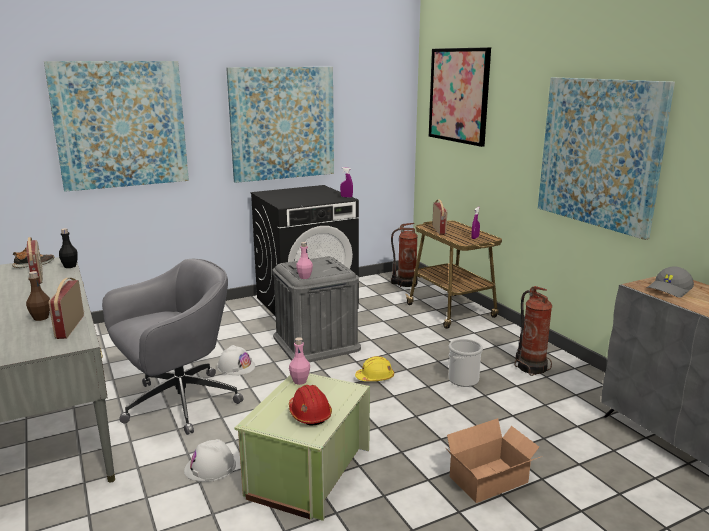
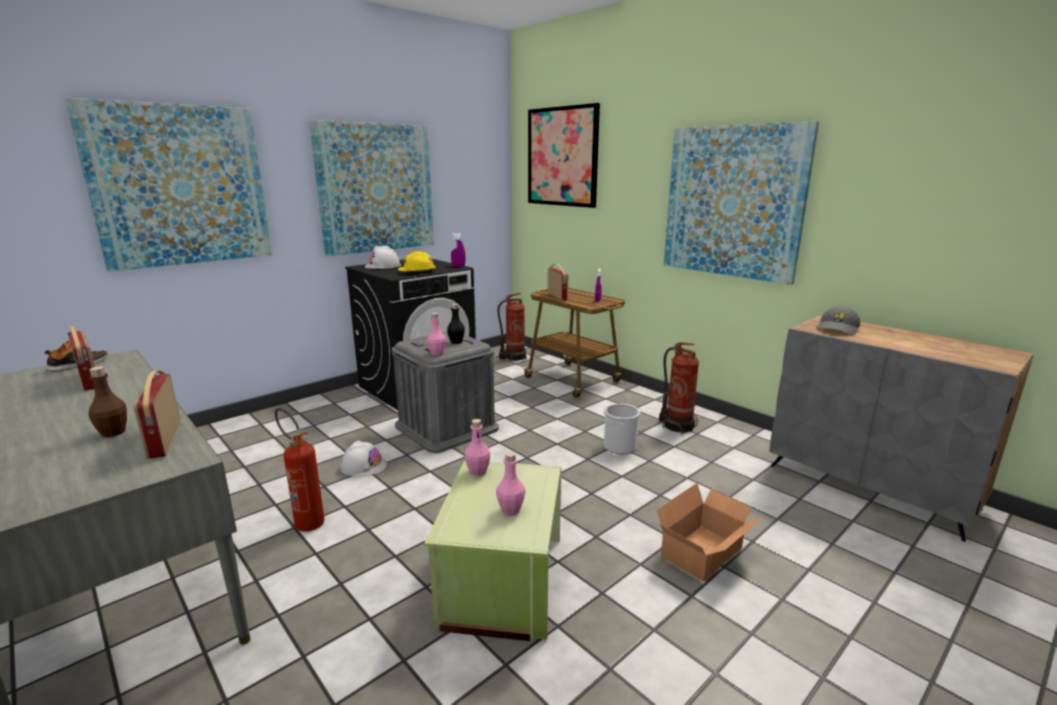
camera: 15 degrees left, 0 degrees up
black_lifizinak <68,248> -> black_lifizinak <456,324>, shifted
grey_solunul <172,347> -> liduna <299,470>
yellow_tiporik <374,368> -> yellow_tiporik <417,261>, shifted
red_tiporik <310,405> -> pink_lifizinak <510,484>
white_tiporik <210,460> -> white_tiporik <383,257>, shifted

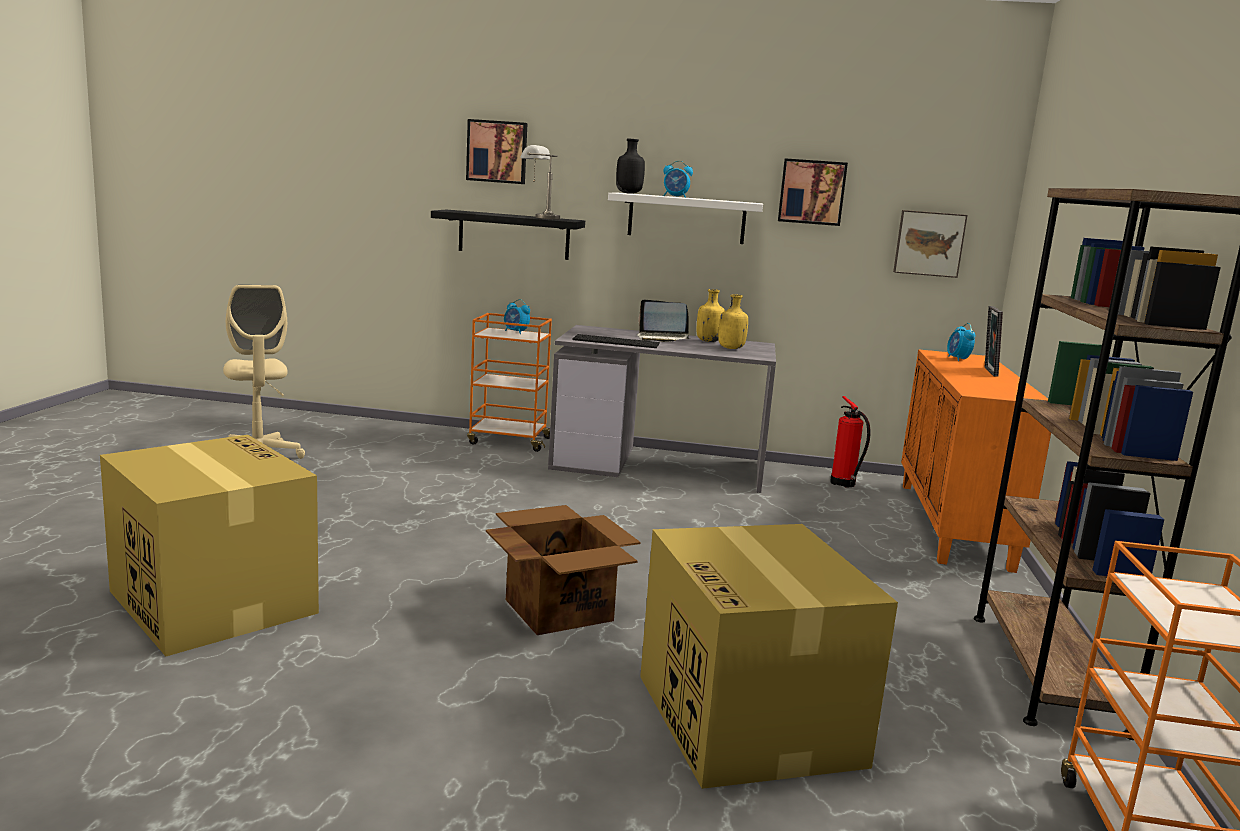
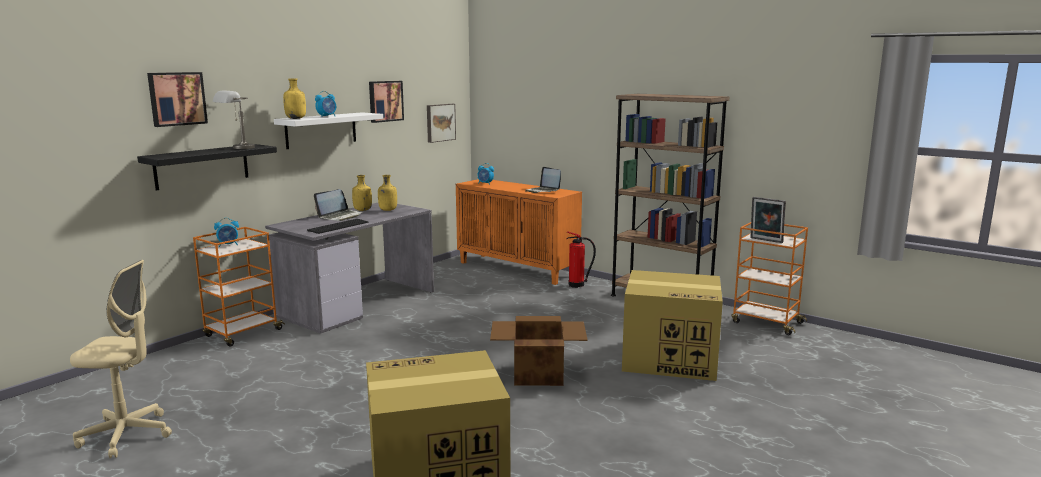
camera: 60 degrees left, 0 degrees up
black_lifizinak <630,166> -> yellow_lifizinak <294,98>
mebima <994,341> -> mebima <768,220>, shifted
liduna <850,441> -> liduna <581,259>, shifted
none -> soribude <543,180>

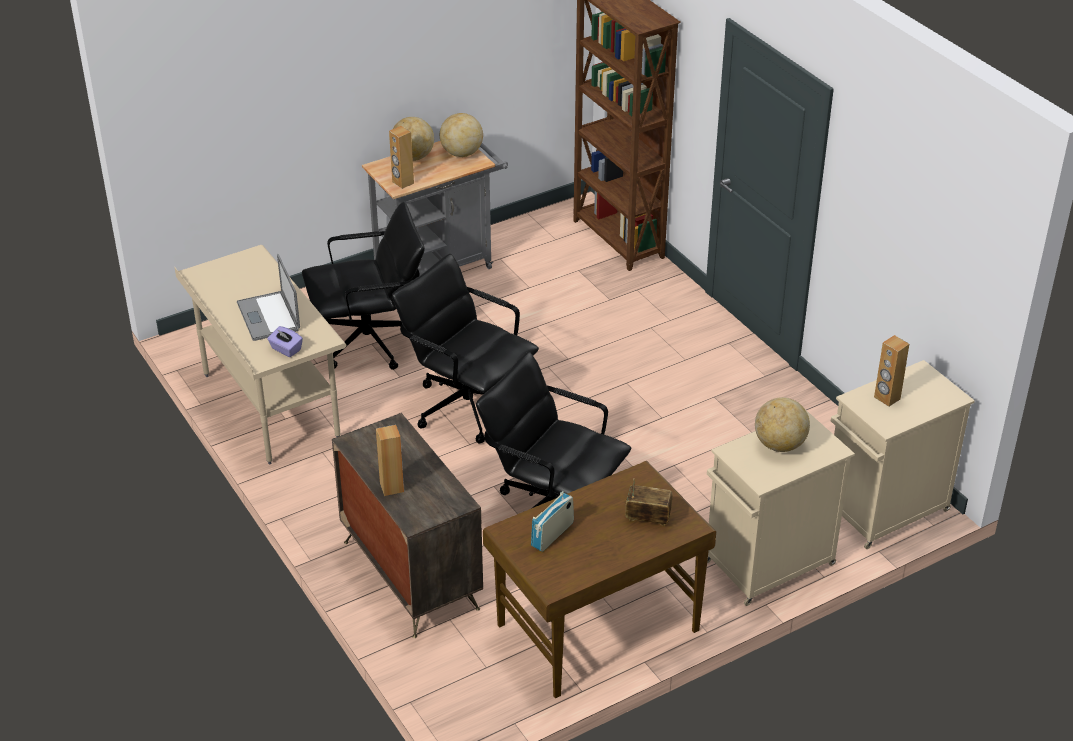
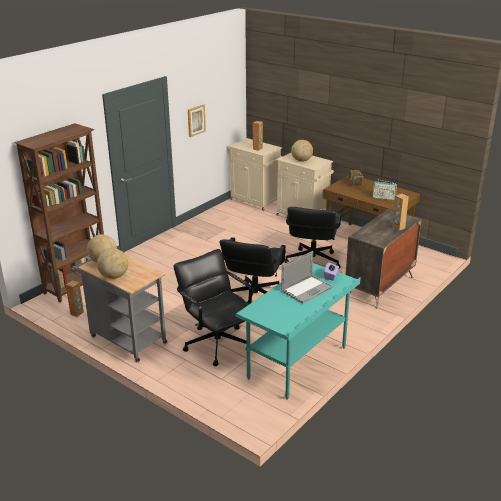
camera: 110 degrees left, 10 degrees down
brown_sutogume <401,157> -> brown_sutogume <75,298>, shifted
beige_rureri <260,354> -> turquoise_rureri <298,331>
none -> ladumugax <197,120>

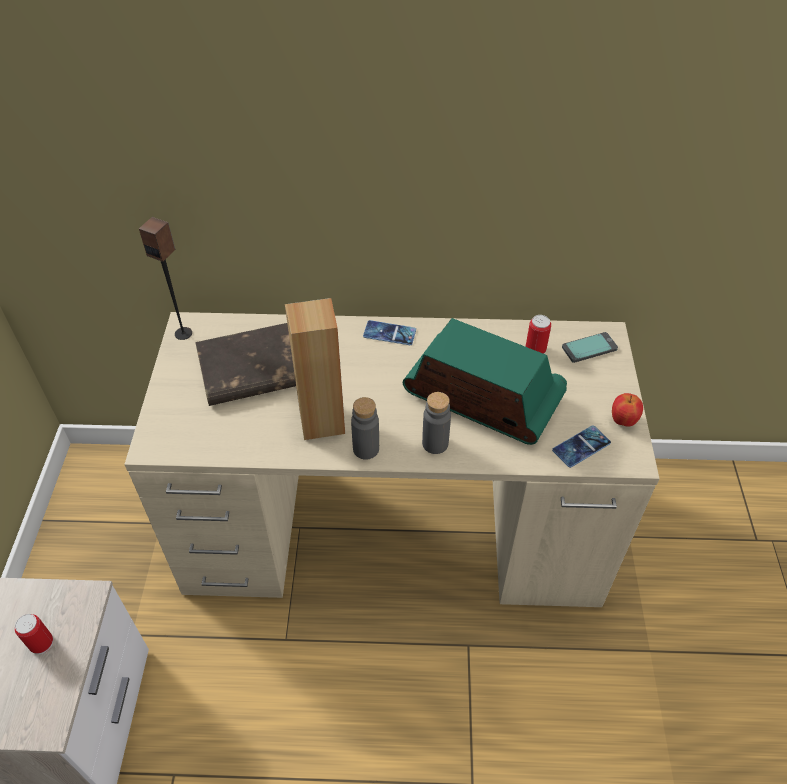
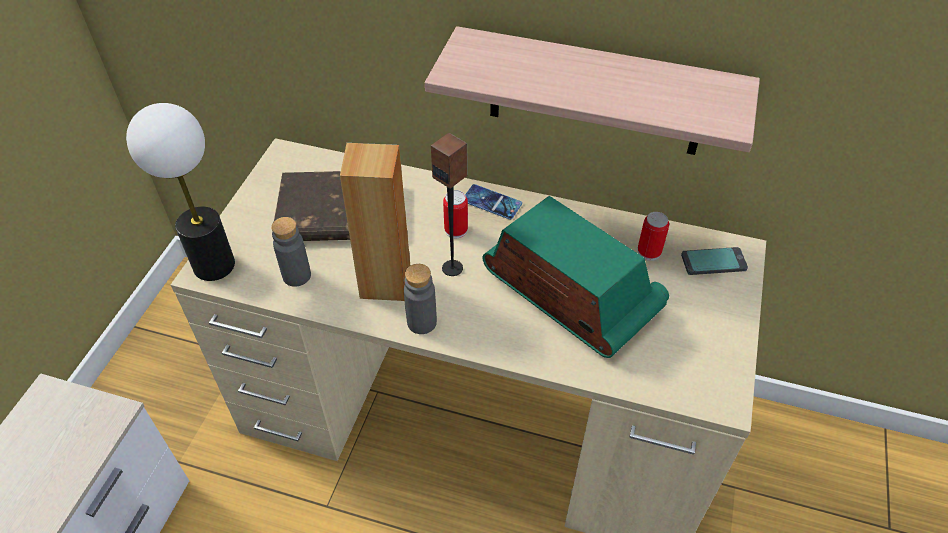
camera: 15 degrees right, 0 degrees up
sutogume <165,278> -> sutogume <449,204>, shifted
grey_lifizinak <436,423> -> grey_lifizinak <291,252>, shifted
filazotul <627,409> -> none
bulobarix <581,446> -> none
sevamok <34,634> -> sevamok <455,214>, shifted
none -> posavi <592,90>
none -> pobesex <180,192>

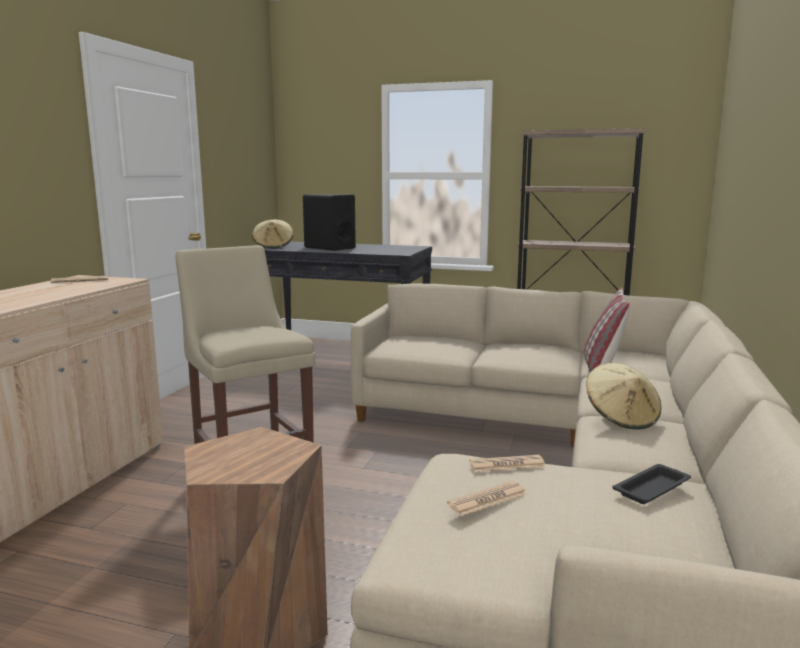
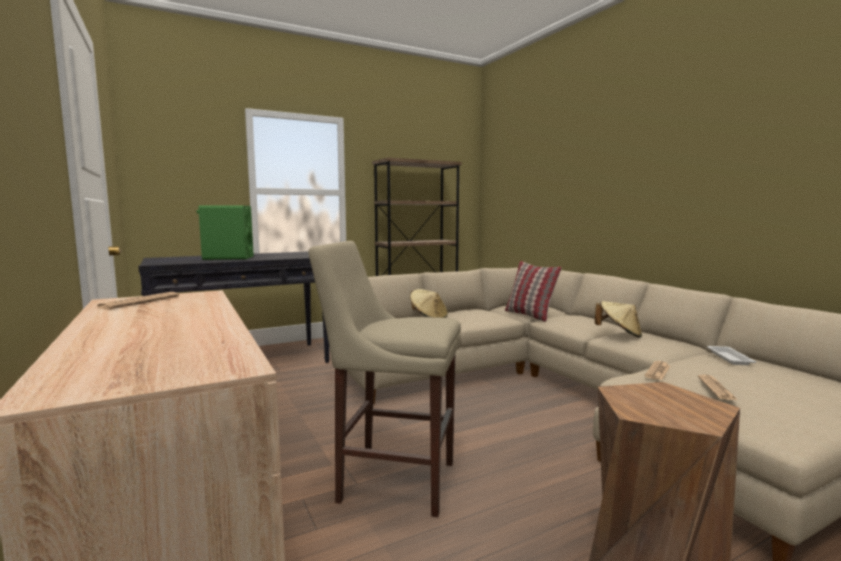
camera: 45 degrees left, 5 degrees down
black_sutogume <329,222> -> green_sutogume <225,232>
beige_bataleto <273,234> -> beige_bataleto <429,303>, shifted
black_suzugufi <652,484> -> white_suzugufi <731,355>

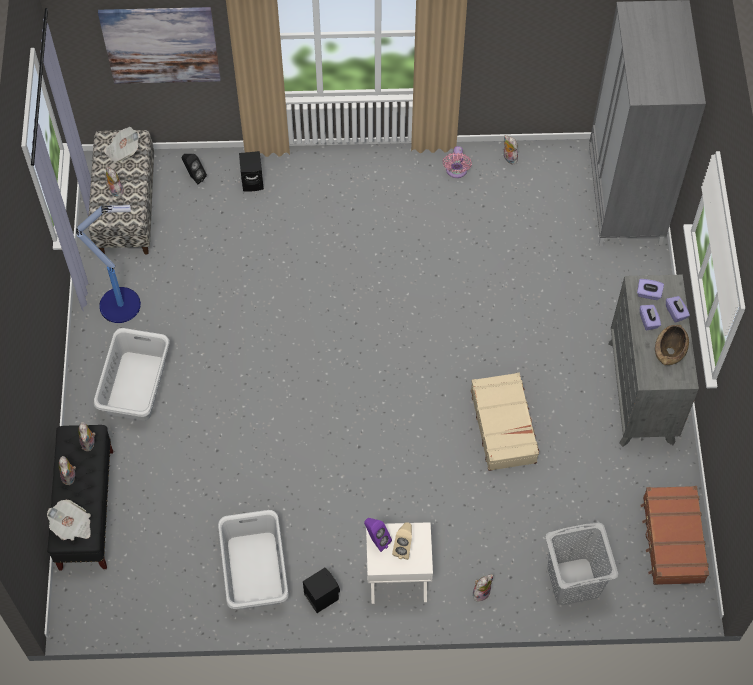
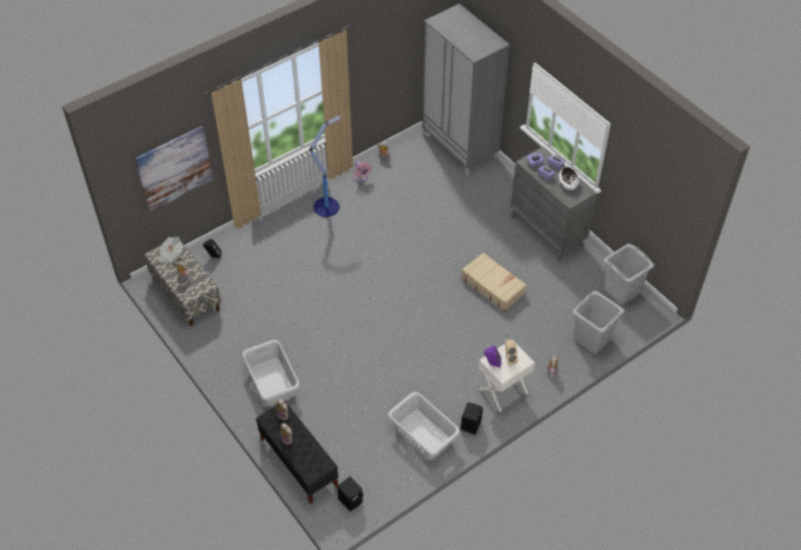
camera: 35 degrees left, 10 degrees down
black_sutogume <251,171> -> black_sutogume <350,494>, shifted
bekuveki <108,264> -> bekuveki <325,166>, shifted
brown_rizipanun <672,345> -> white_rizipanun <569,178>
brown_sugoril <675,535> -> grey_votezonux <629,274>
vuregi <69,520> -> none

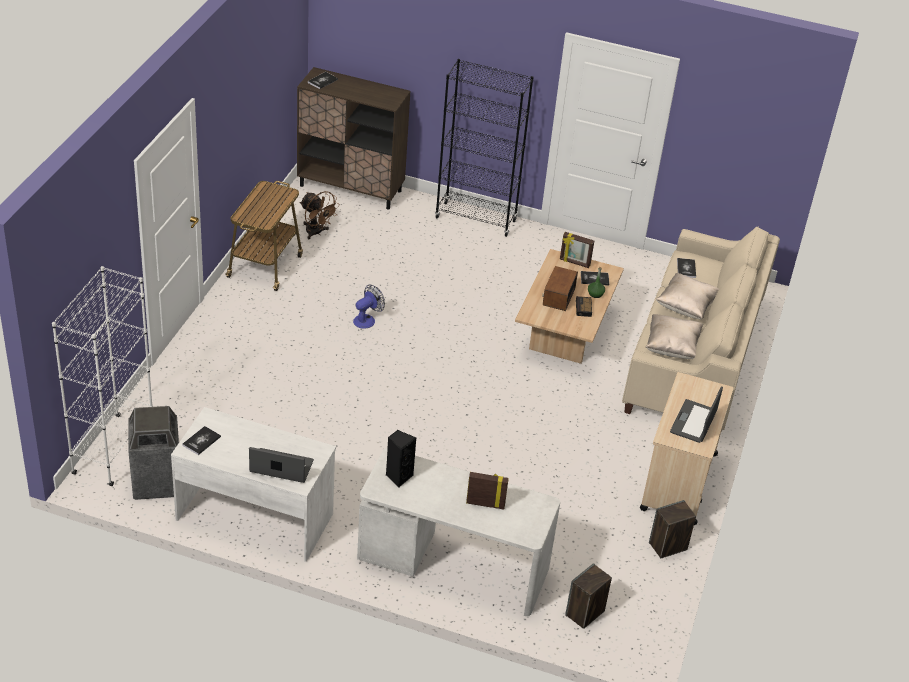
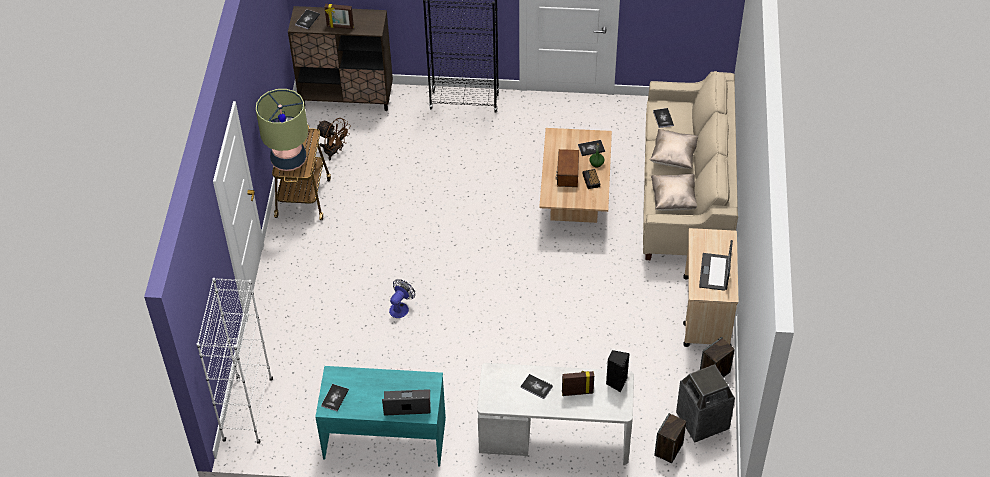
camera: 10 degrees left, 10 degrees up
mebima <577,250> -> mebima <339,16>, shifted
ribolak <369,307> -> ribolak <402,298>, shifted
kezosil <153,453> -> kezosil <705,403>, shifted
white_rureri <253,484> -> turquoise_rureri <380,416>
black_sutogume <401,458> -> black_sutogume <618,371>, shifted
none -> pobesex <282,130>
none -> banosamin <536,386>

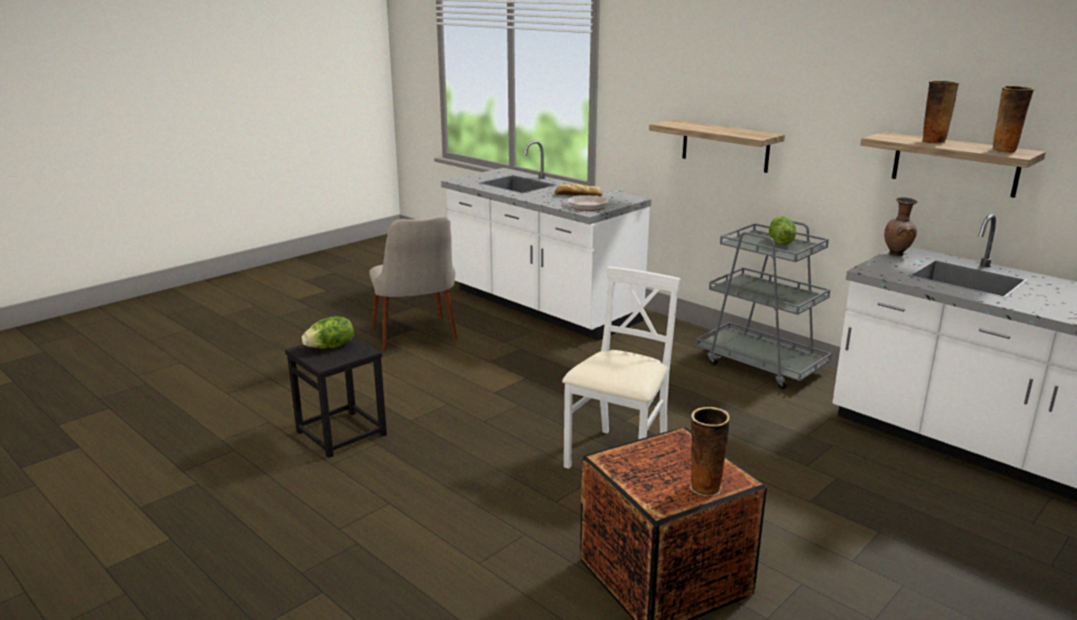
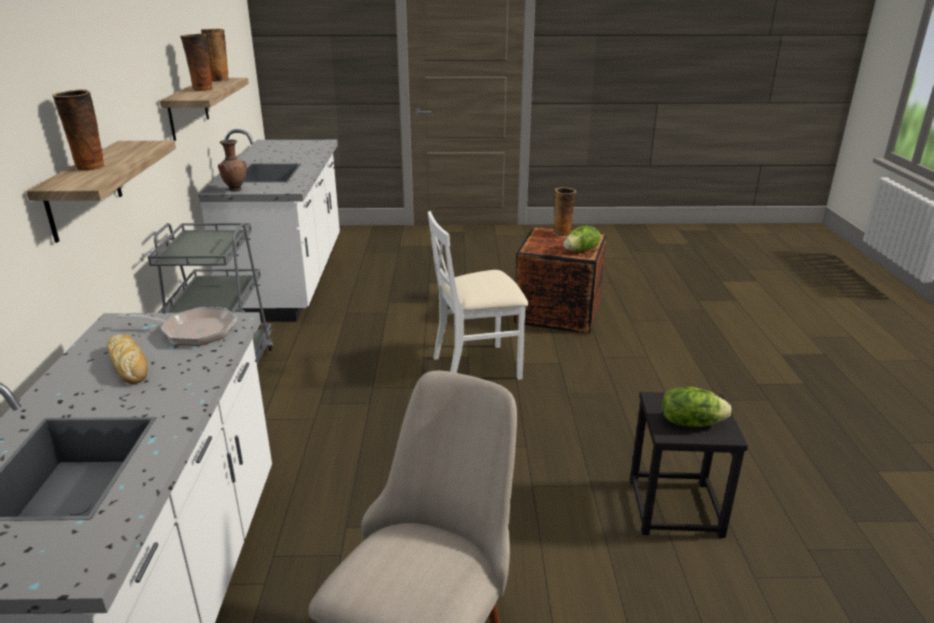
camera: 135 degrees left, 5 degrees up
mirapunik <782,231> -> mirapunik <582,238>, shifted
none -> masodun <79,130>

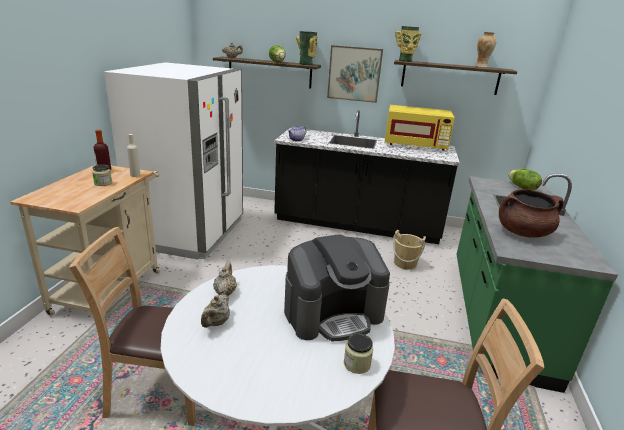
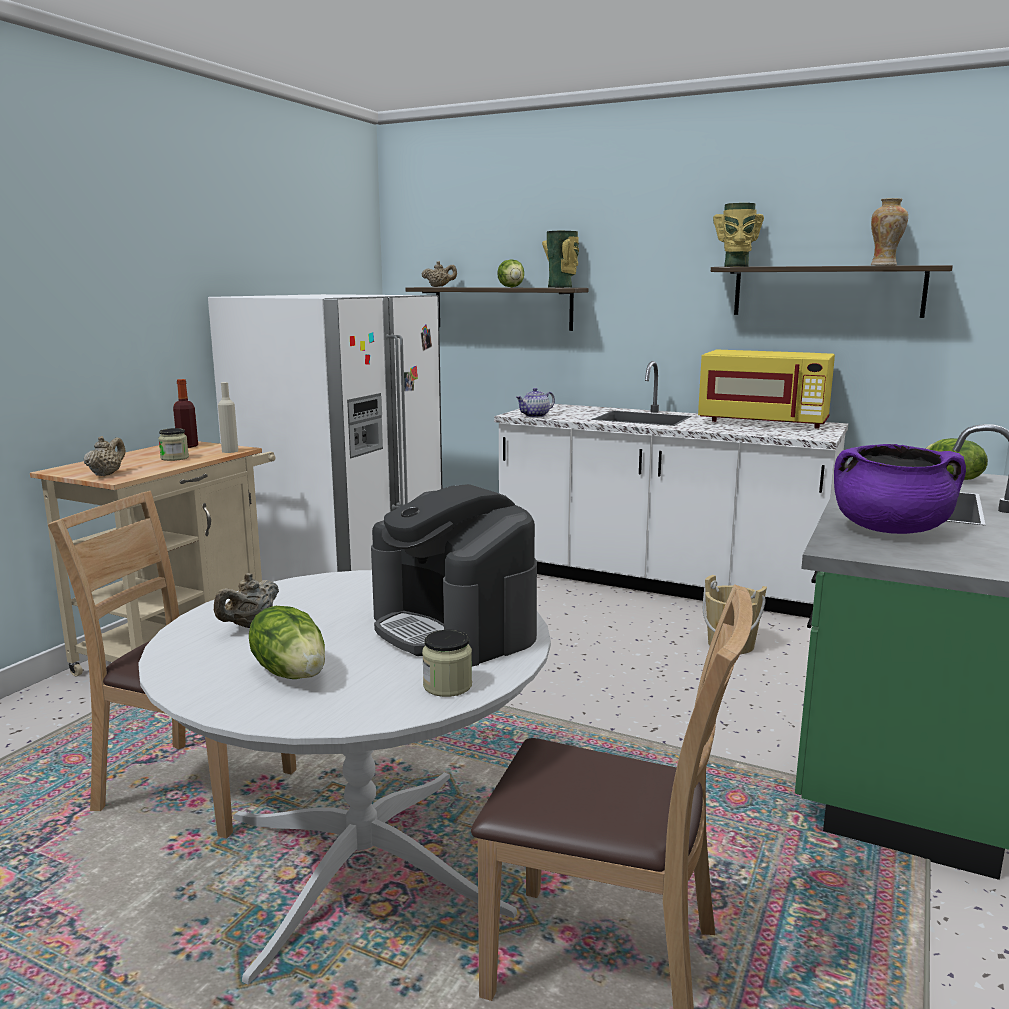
camera: 15 degrees right, 10 degrees down
ladumugax <355,74> -> none
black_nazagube <367,177> -> white_nazagube <671,489>
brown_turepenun <531,213> -> purple_turepenun <900,489>
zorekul <337,287> -> zorekul <454,575>, 60 degrees clockwise
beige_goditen <225,279> -> beige_goditen <104,456>, shifted
none -> mirapunik <287,642>

